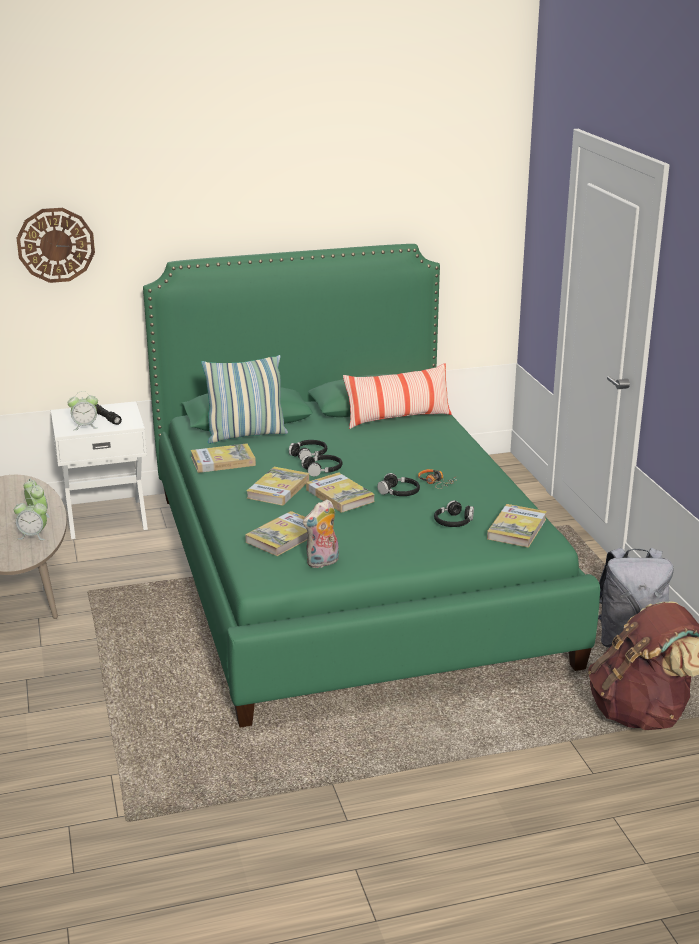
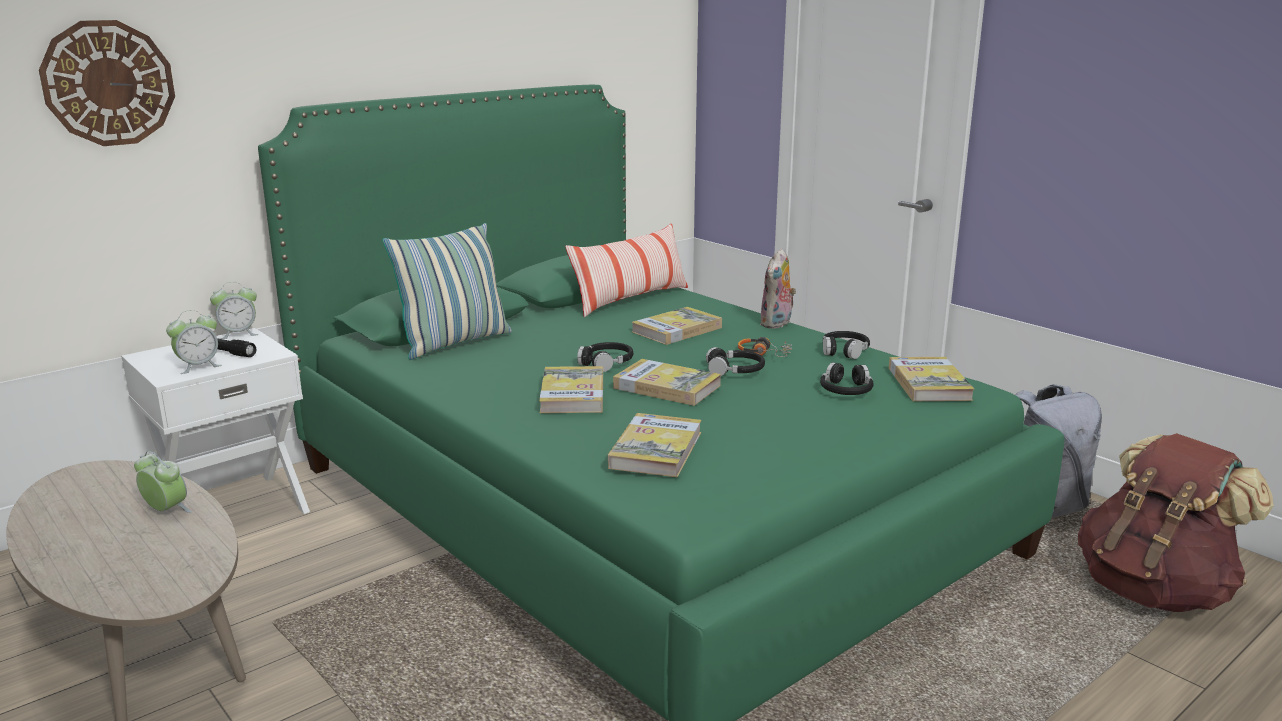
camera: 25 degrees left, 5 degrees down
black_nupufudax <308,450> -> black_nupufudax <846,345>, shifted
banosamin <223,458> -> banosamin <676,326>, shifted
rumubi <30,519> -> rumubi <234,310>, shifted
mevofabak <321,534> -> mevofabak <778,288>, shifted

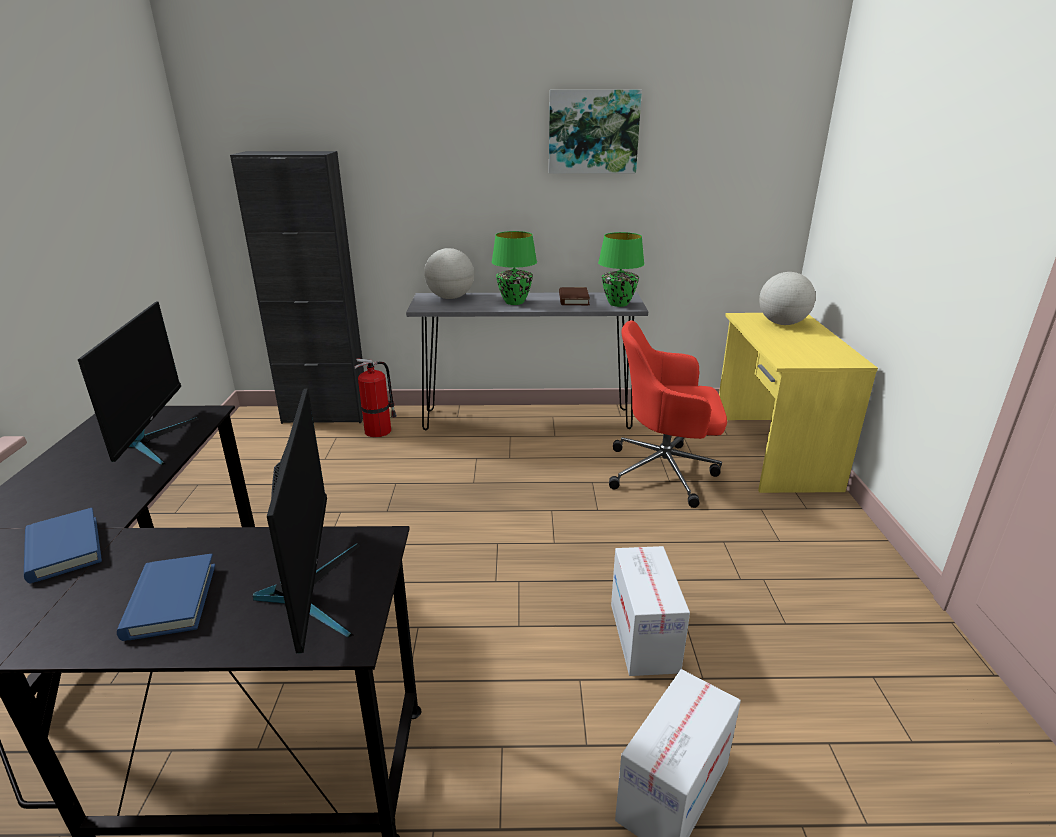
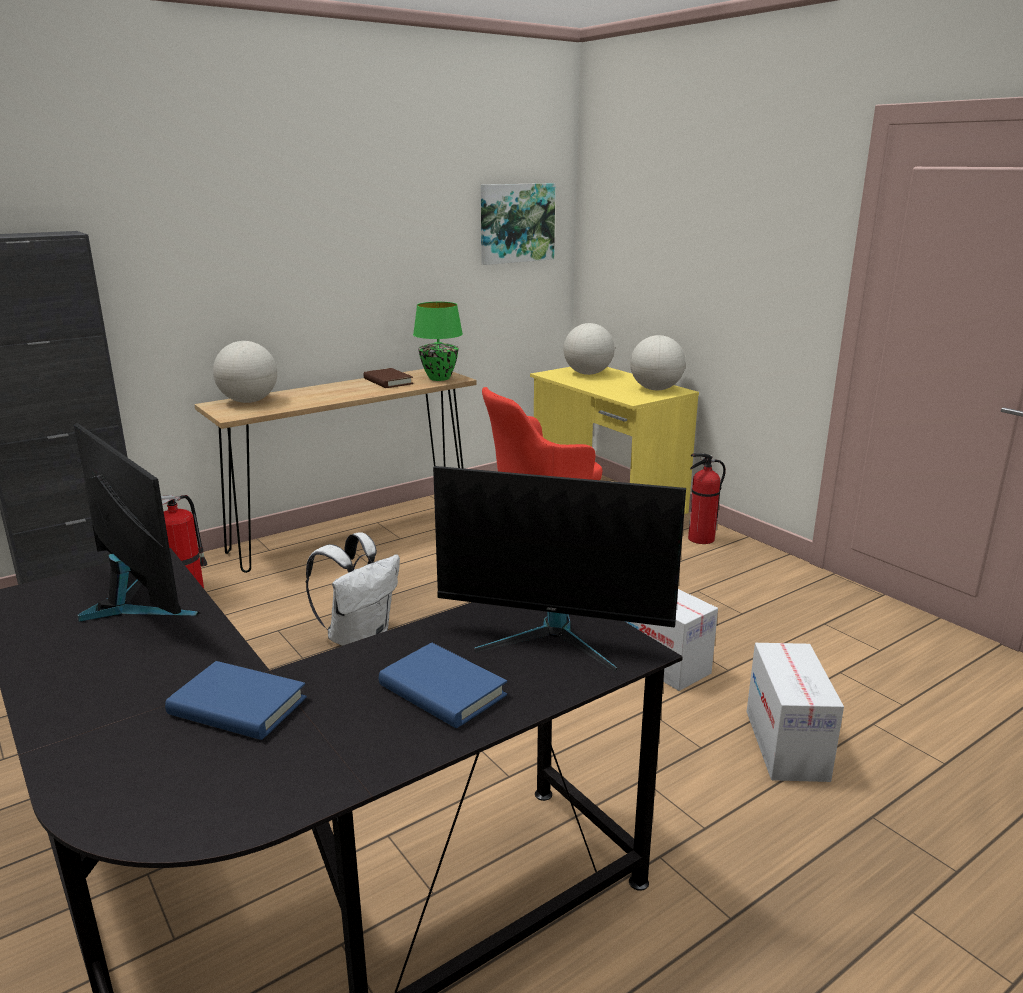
camera: 35 degrees left, 5 degrees down
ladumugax <595,132> -> ladumugax <518,224>, shifted
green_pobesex <514,268> -> none
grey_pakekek <527,361> -> brown_pakekek <336,471>
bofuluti <306,521> -> bofuluti <559,569>, 150 degrees clockwise
none -> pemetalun <658,362>
none -> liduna <707,498>
none -> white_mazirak <352,589>

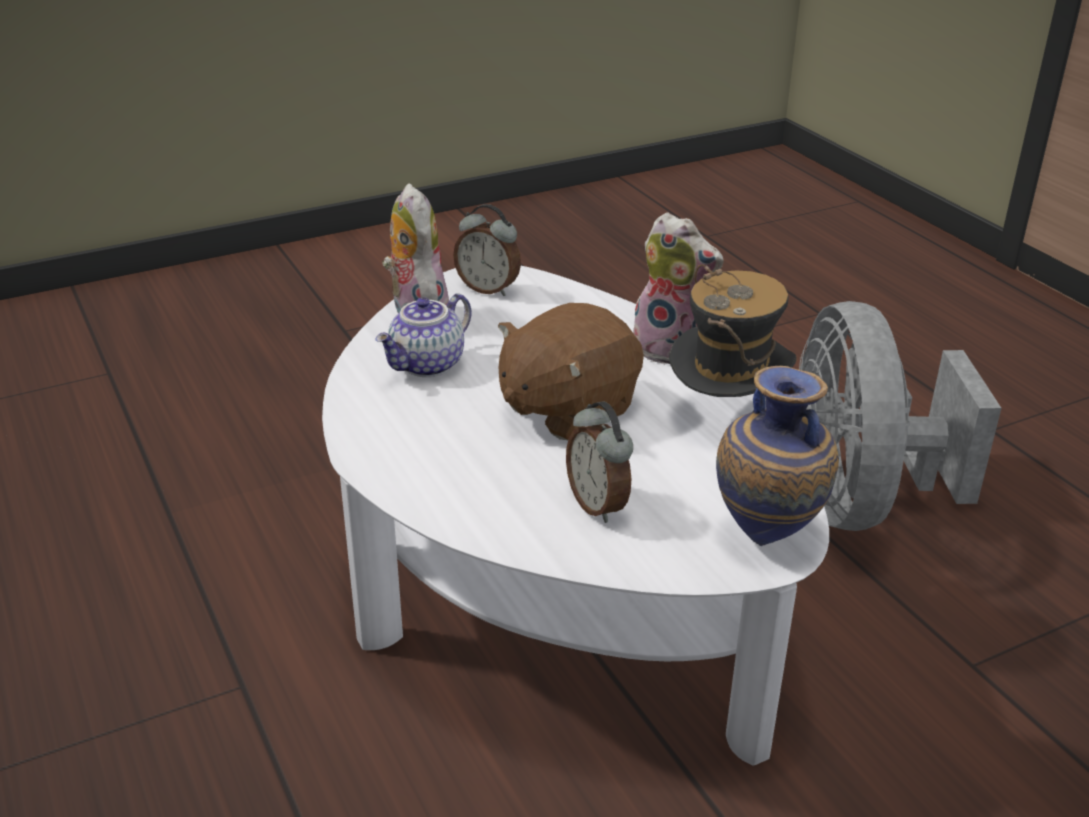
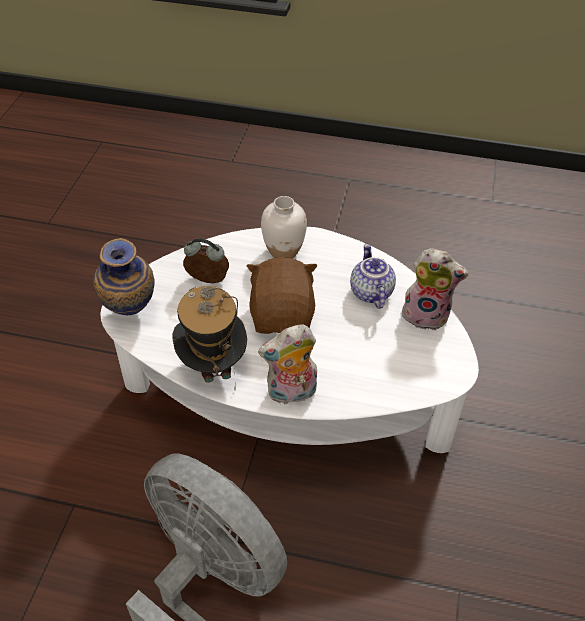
camera: 130 degrees right, 15 degrees up
rumubi <487,250> -> none
none -> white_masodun <284,227>

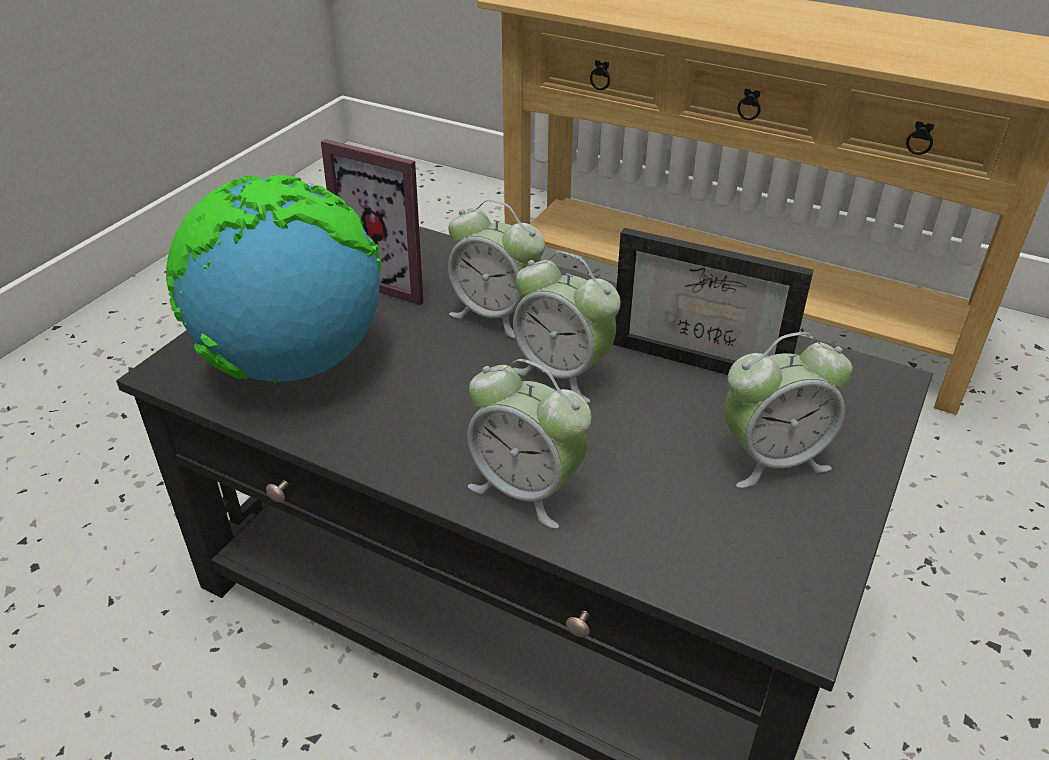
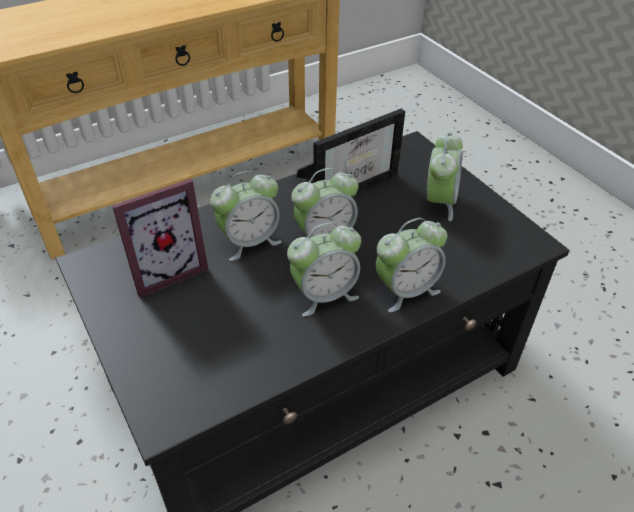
camera: 60 degrees left, 5 degrees up
pemetalun <273,279> -> none
none -> rumubi <324,269>

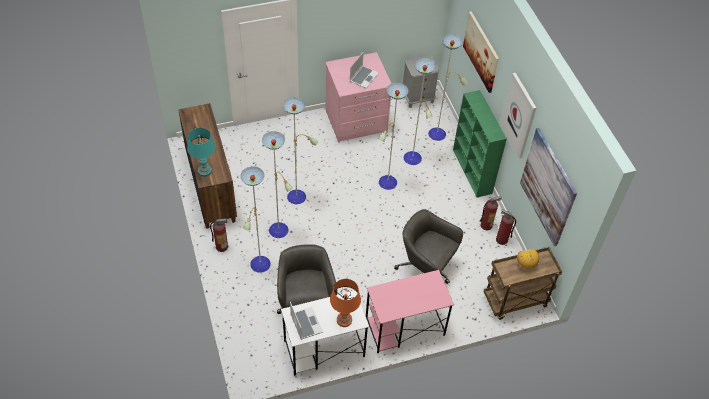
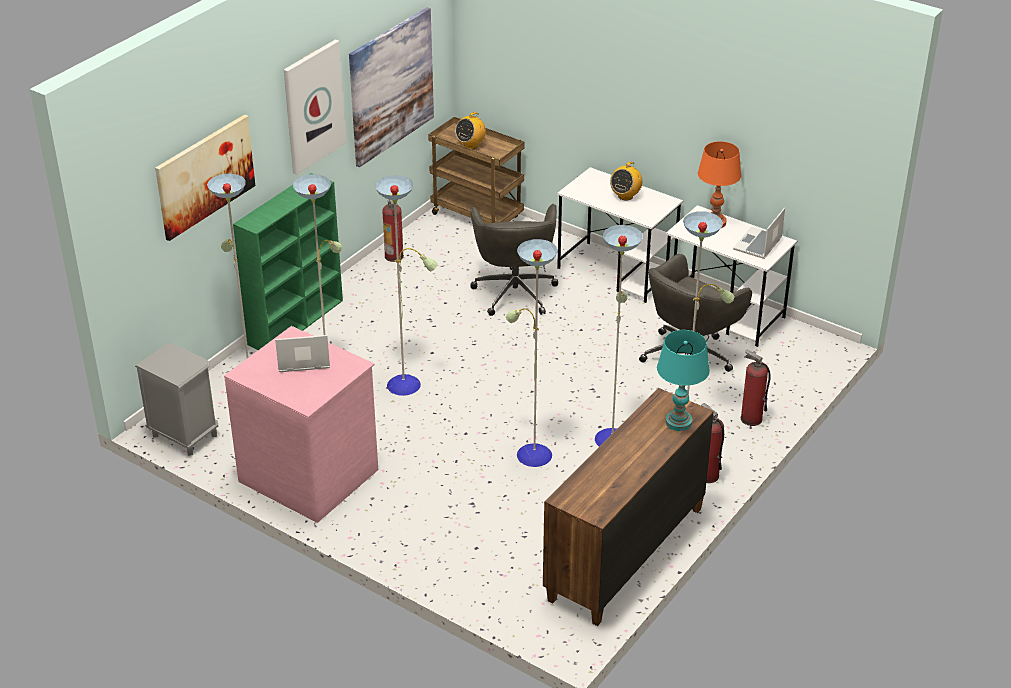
camera: 125 degrees left, 15 degrees down
liduna <491,213> -> liduna <756,387>, shifted
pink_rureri <410,311> -> white_rureri <620,235>
none -> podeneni <626,181>

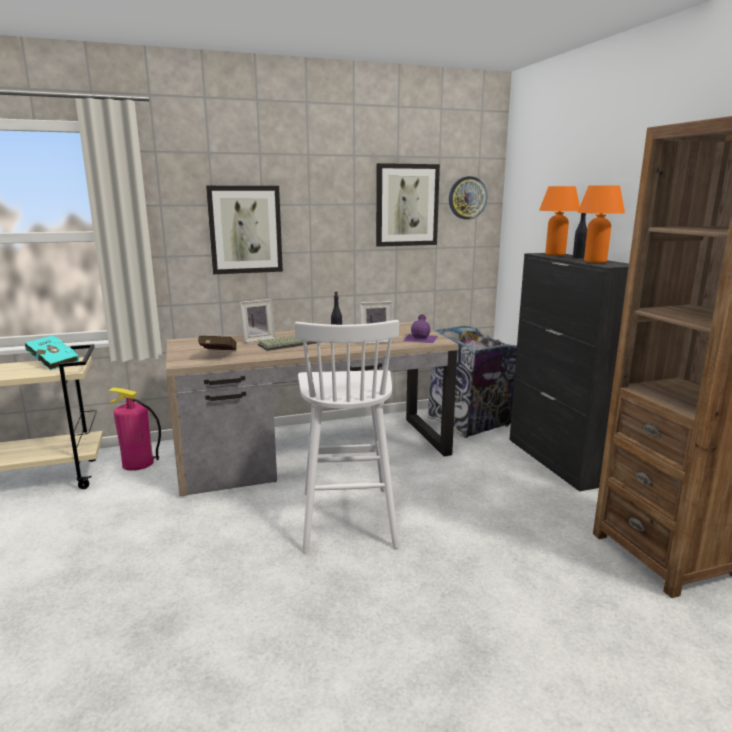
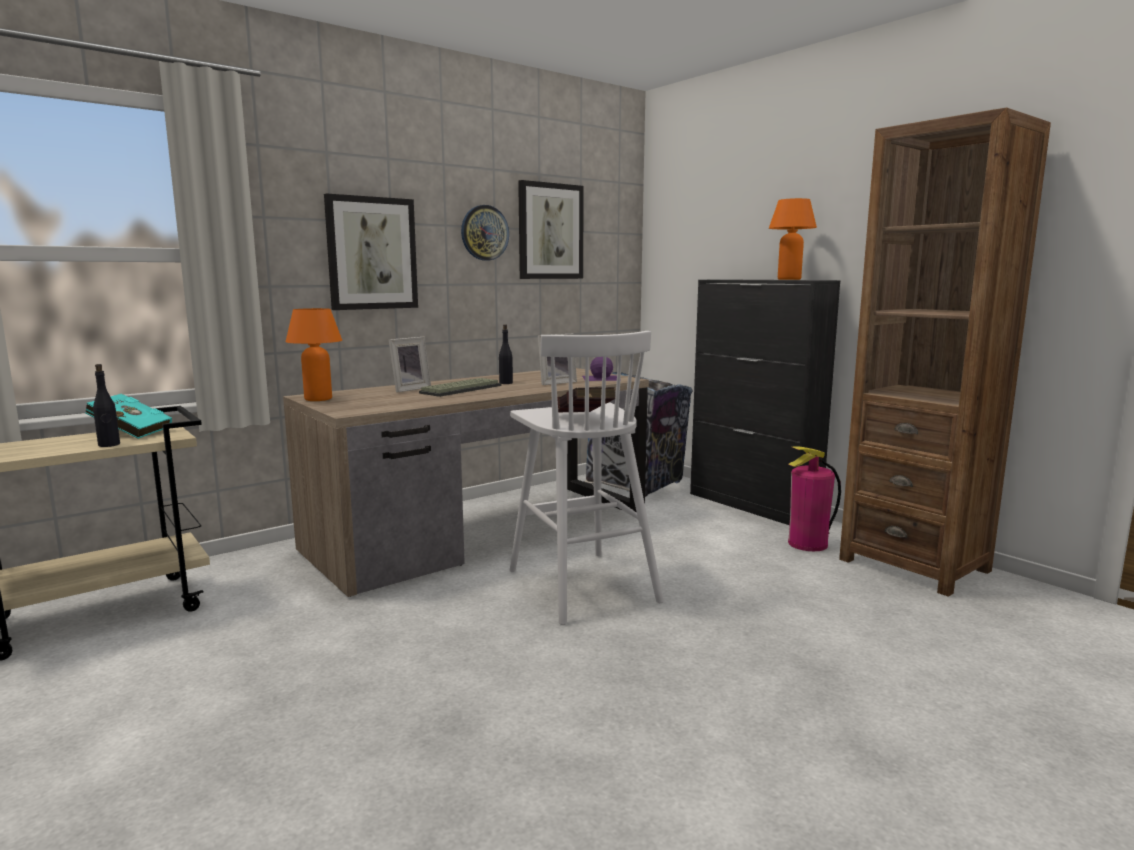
camera: 20 degrees left, 5 degrees down
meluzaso <468,198> -> meluzaso <485,232>, shifted
orange_pobesex <559,221> -> orange_pobesex <314,354>, shifted
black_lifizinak <580,235> -> black_lifizinak <106,405>, shifted
red_banosamin <217,343> -> red_banosamin <586,399>, shifted
liduna <134,429> -> liduna <814,498>, shifted

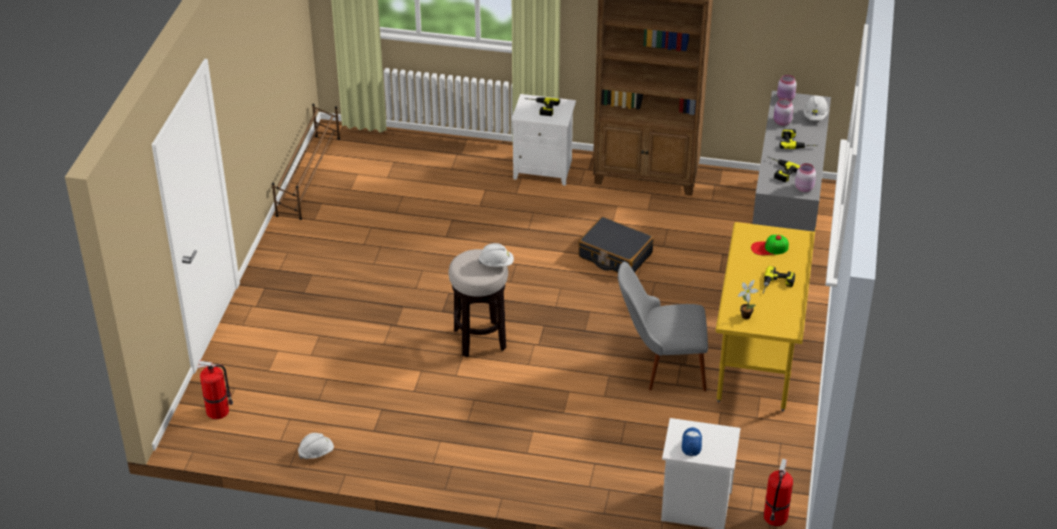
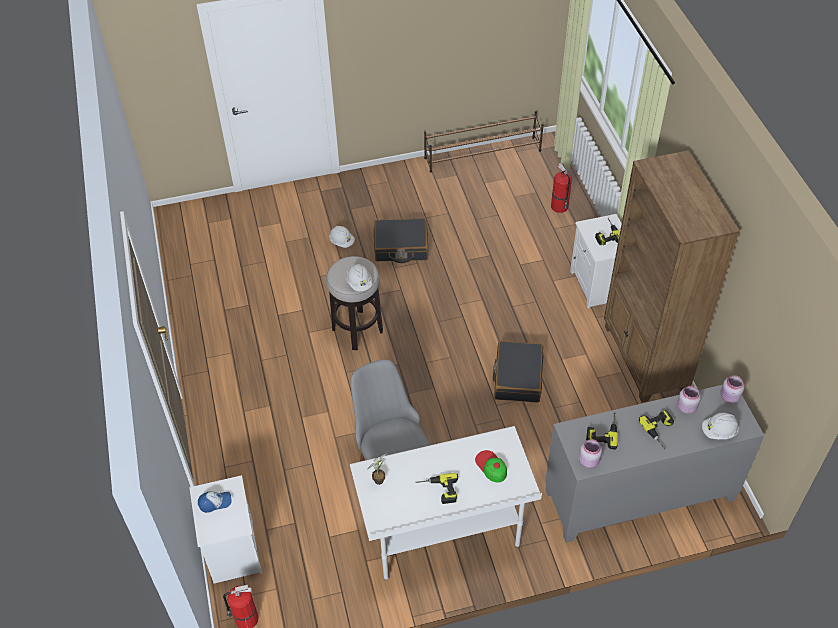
camera: 65 degrees right, 10 degrees up
yellow_rureri <765,316> -> white_rureri <446,503>
liduna <215,389> -> liduna <561,188>, shifted
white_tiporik <316,446> -> white_tiporik <342,237>, shifted
none -> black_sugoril <401,240>

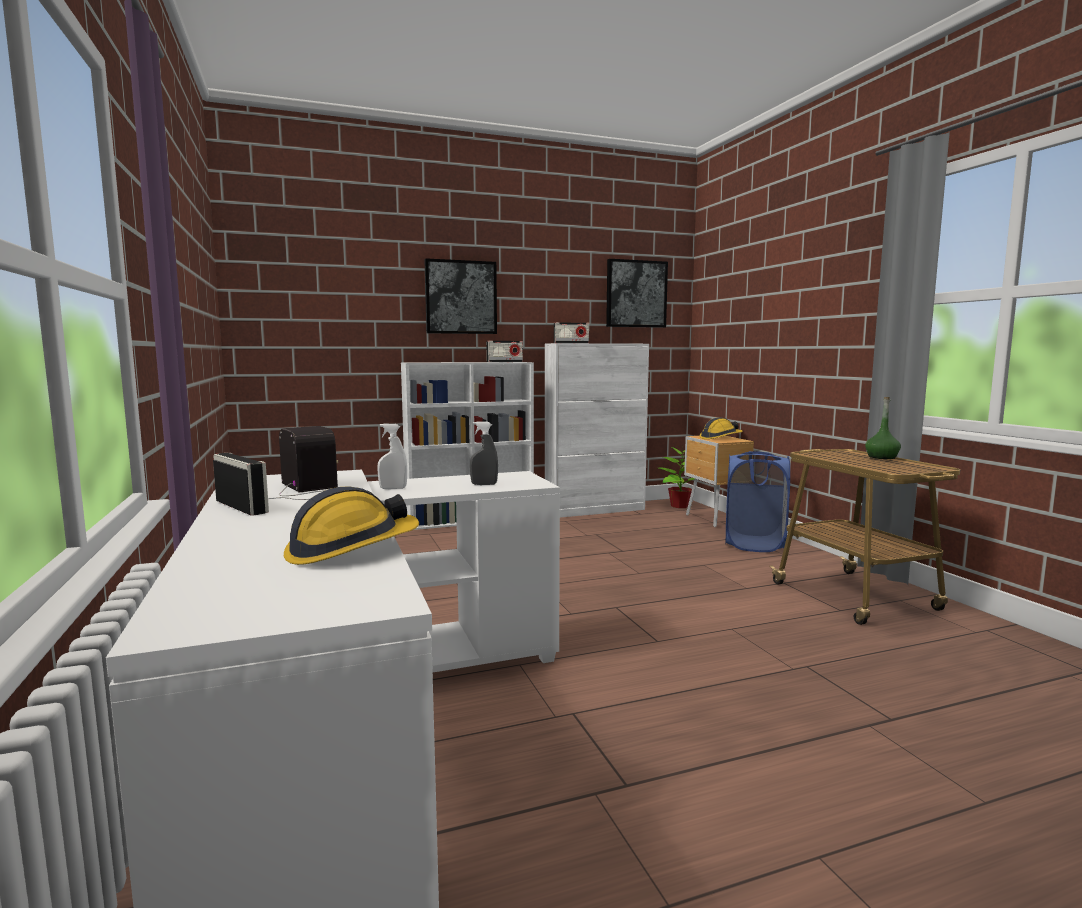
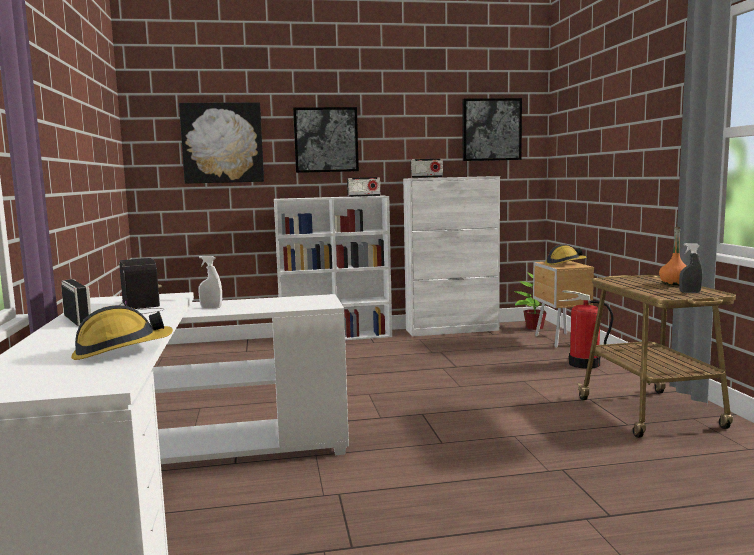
camera: 10 degrees right, 0 degrees up
green_lifizinak <883,428> -> orange_lifizinak <672,256>
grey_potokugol <484,453> -> grey_potokugol <691,268>, shifted
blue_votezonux <757,501> -> liduna <586,330>
none -> ladumugax <221,143>

